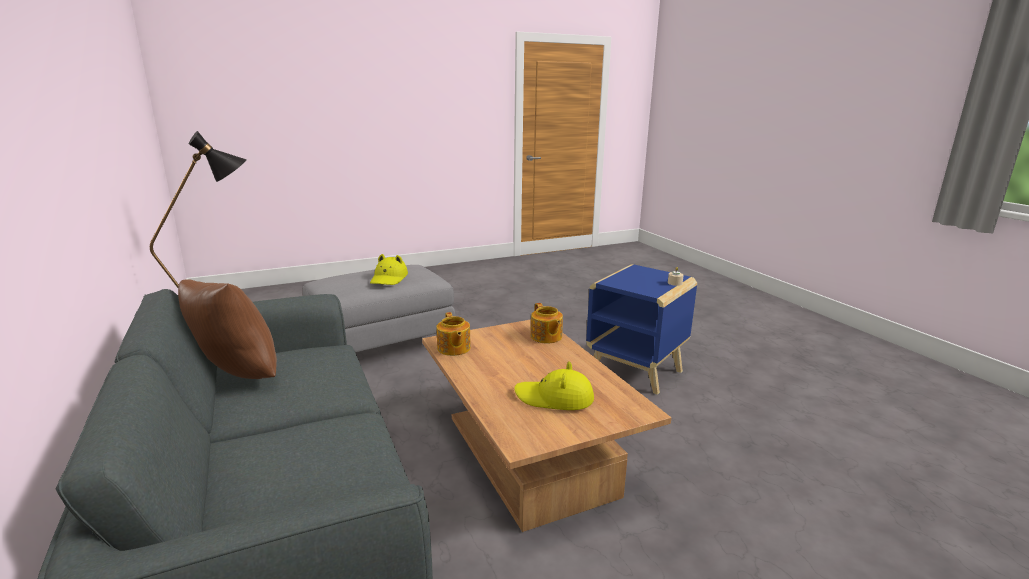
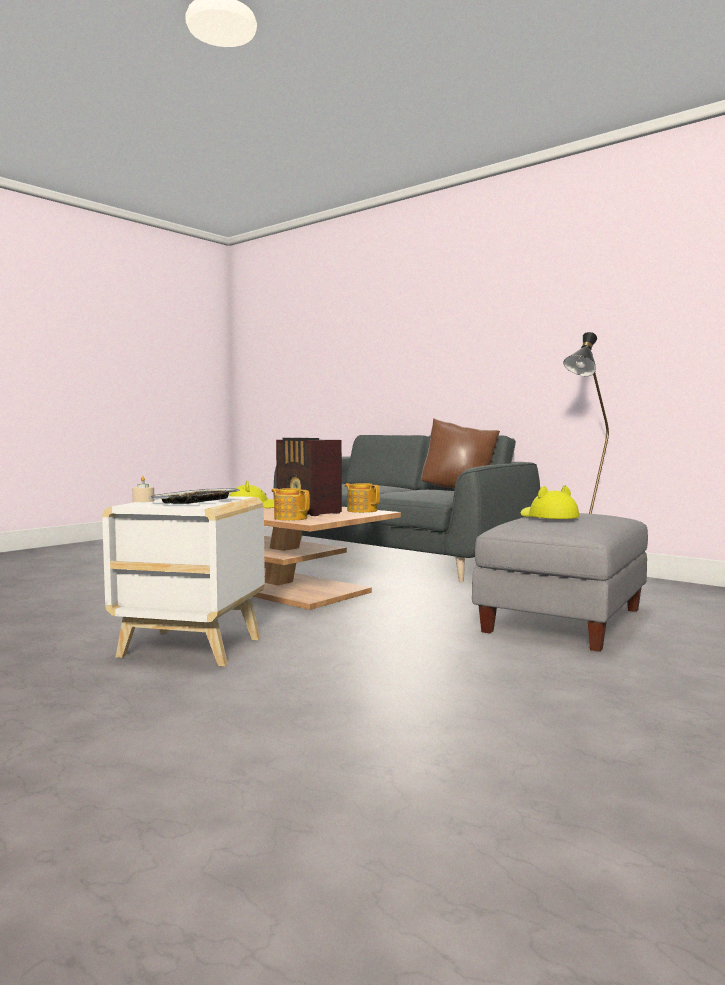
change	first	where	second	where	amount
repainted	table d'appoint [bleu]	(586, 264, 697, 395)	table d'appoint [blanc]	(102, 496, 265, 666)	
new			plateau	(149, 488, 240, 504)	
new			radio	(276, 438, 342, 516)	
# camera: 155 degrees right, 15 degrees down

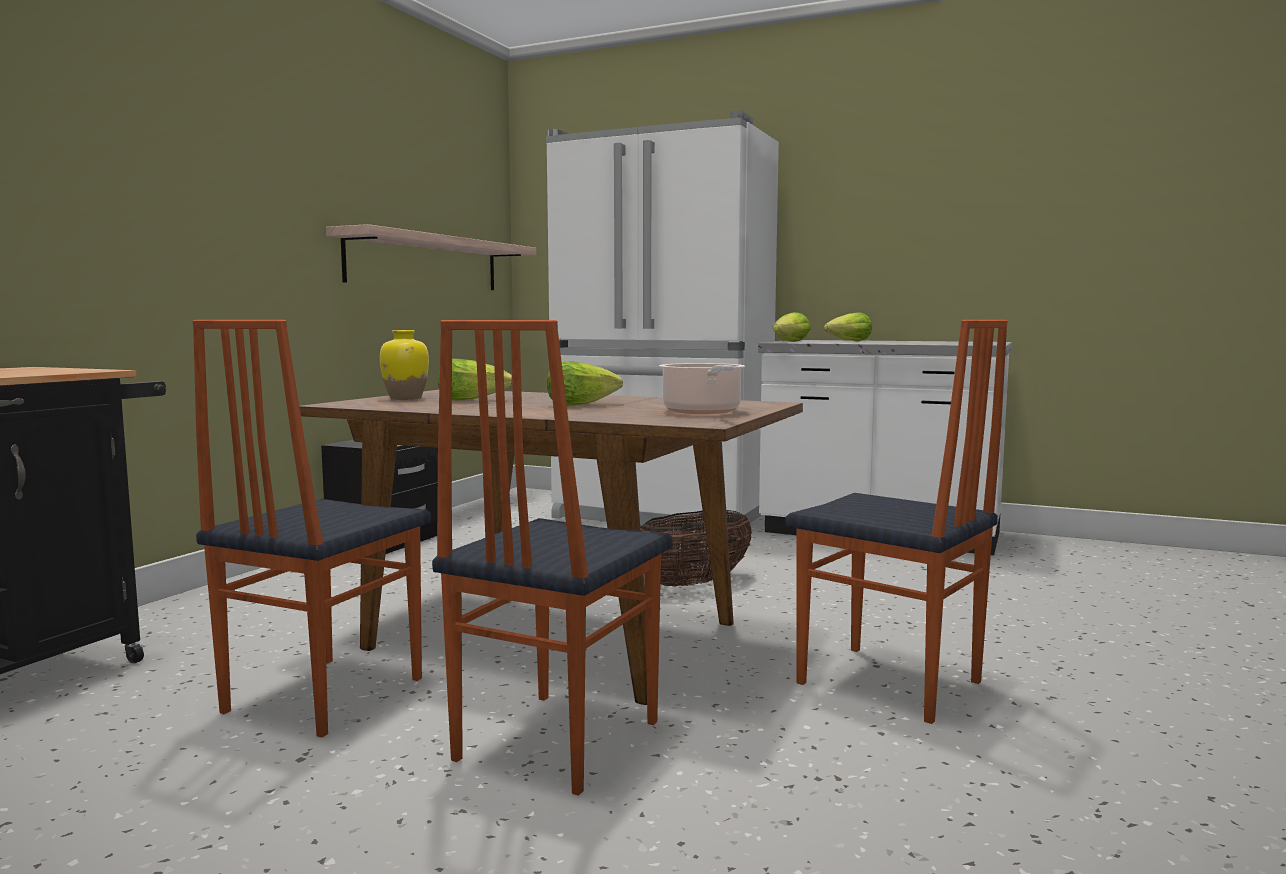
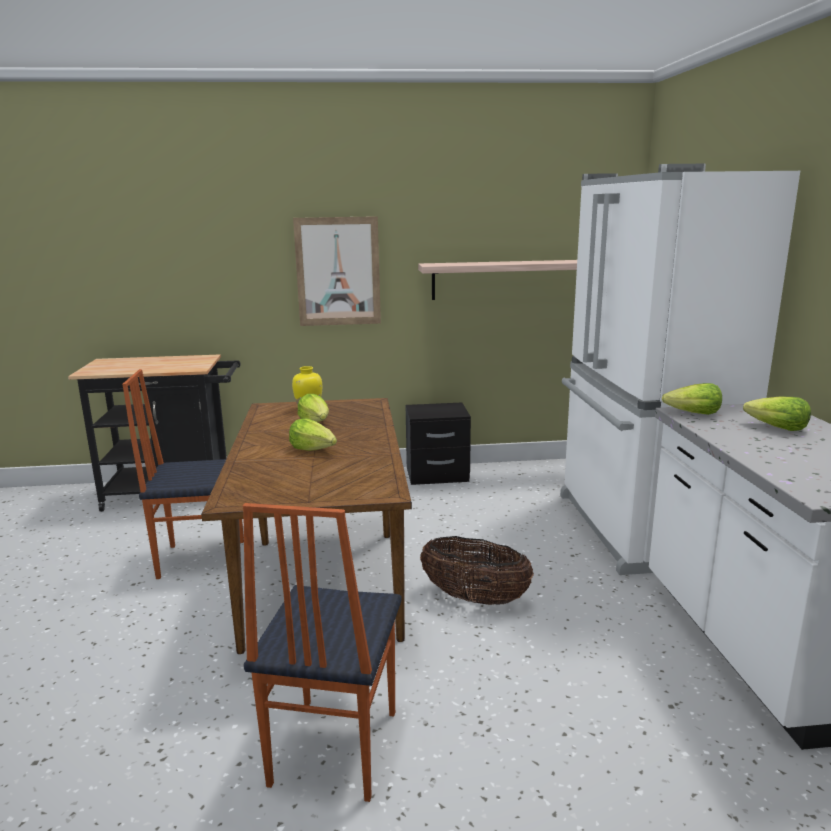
change	first	where	second	where	amount
gone	chaise	(432, 320, 673, 796)			
gone	marmite	(659, 363, 745, 414)			
new			tableau	(293, 216, 381, 326)	
# camera: 60 degrees right, 10 degrees up

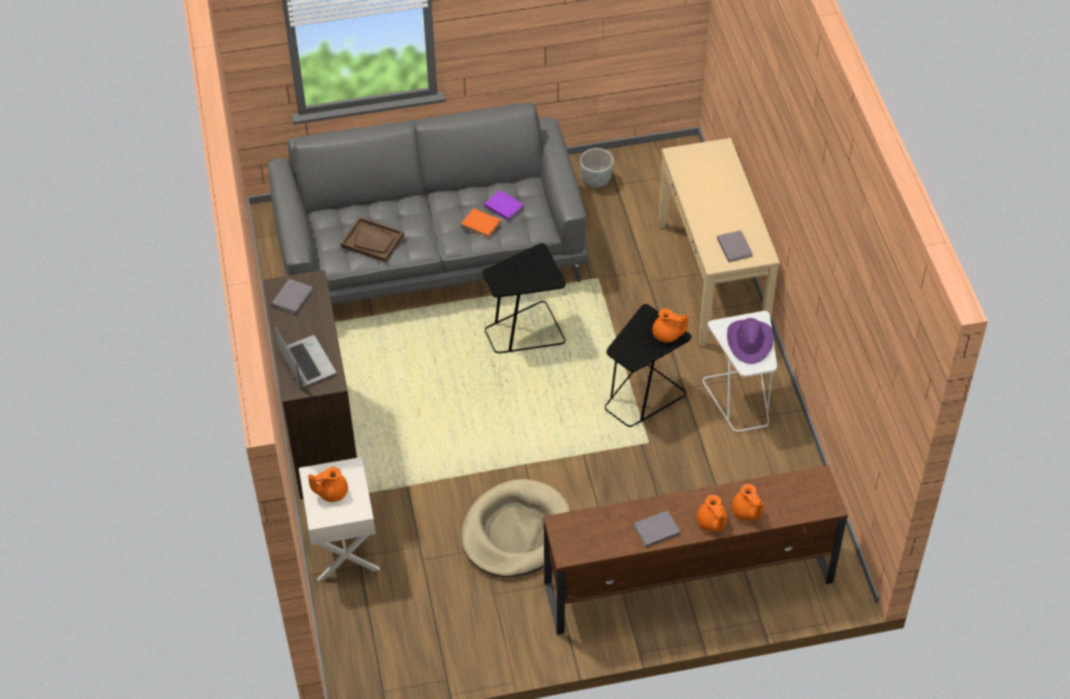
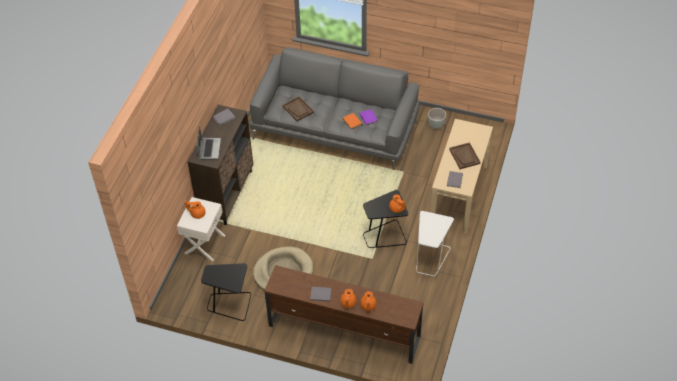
change	first	where	second	where	amount
shifted	table d'appoint [noir]	(482, 243, 566, 353)		(201, 263, 251, 321)	
gone	chapeau [violet]	(727, 318, 774, 364)			
new			plateau [marron]	(449, 142, 481, 169)	
# camera: 30 degrees right, 0 degrees up

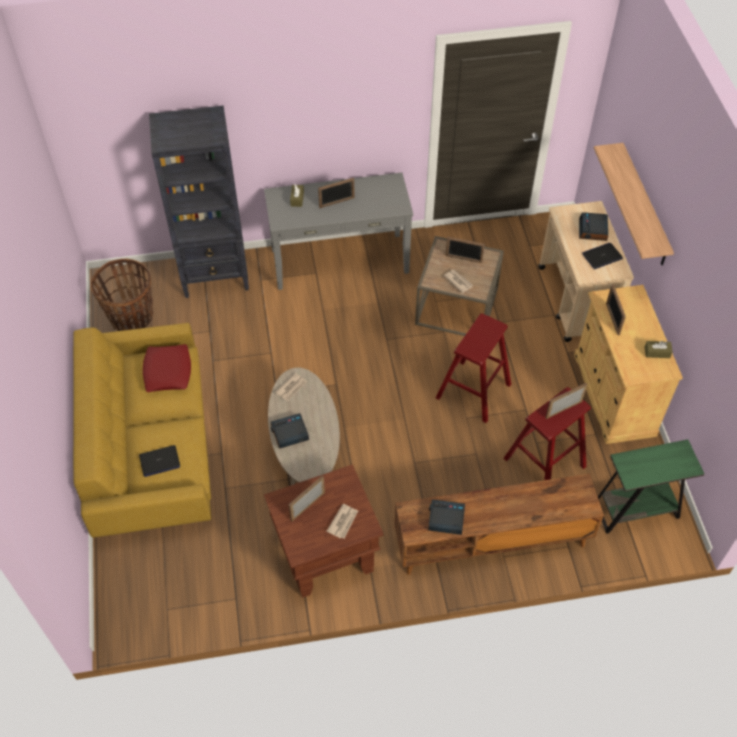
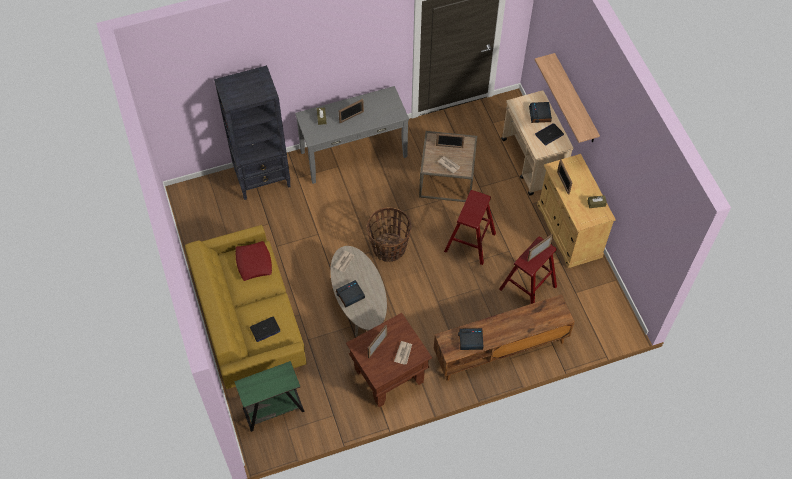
change	first	where	second	where	amount
shifted	panier	(90, 259, 153, 331)		(367, 207, 412, 262)	
shifted	table d'appoint [vert]	(598, 439, 704, 534)		(234, 361, 305, 432)	
# camera: 10 degrees left, 5 degrees up

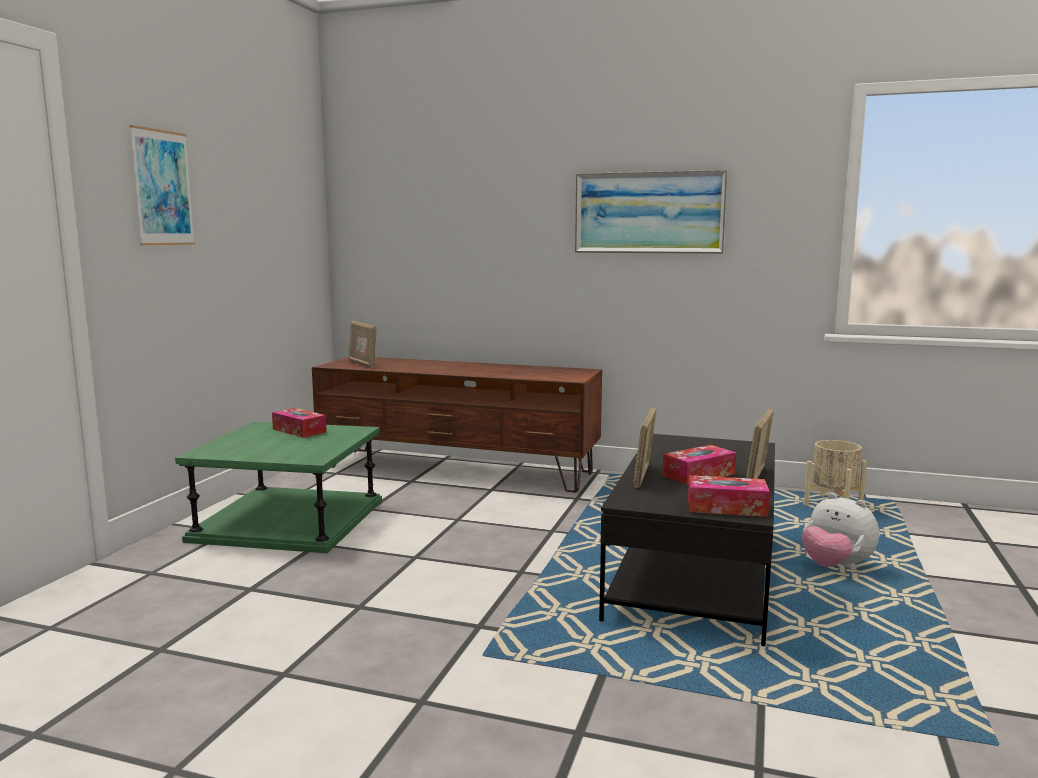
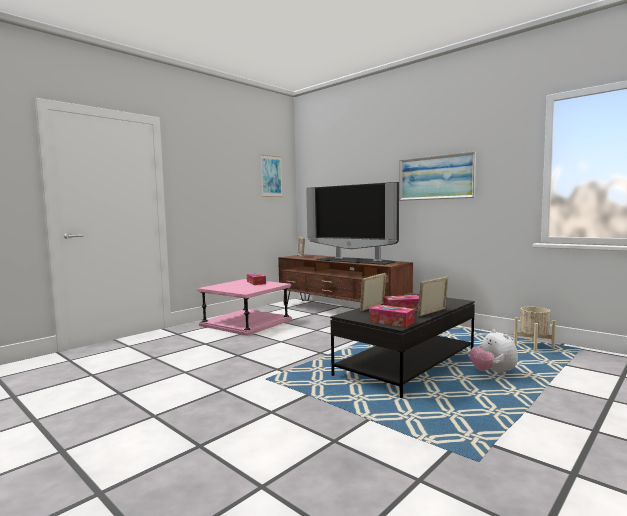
change	first	where	second	where	amount
shifted	tableau	(129, 125, 195, 245)		(261, 155, 283, 197)	
repainted	table d'appoint [vert]	(175, 422, 382, 553)	table d'appoint [rose]	(197, 279, 292, 336)	
new			téléviseur	(306, 182, 399, 265)	
# camera: 25 degrees right, 5 degrees down

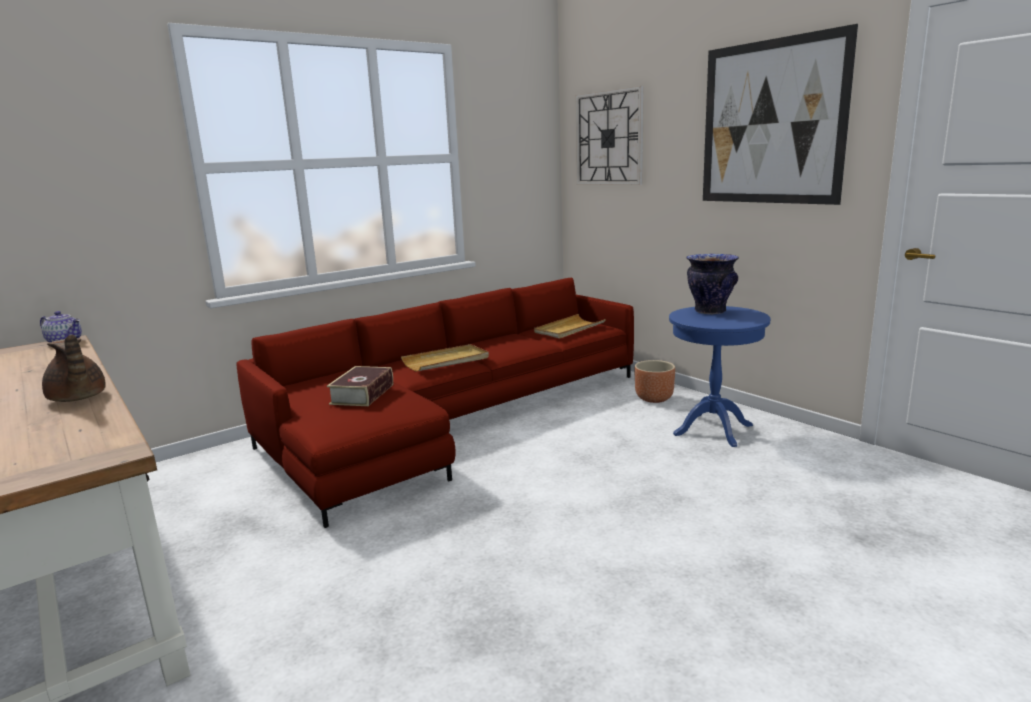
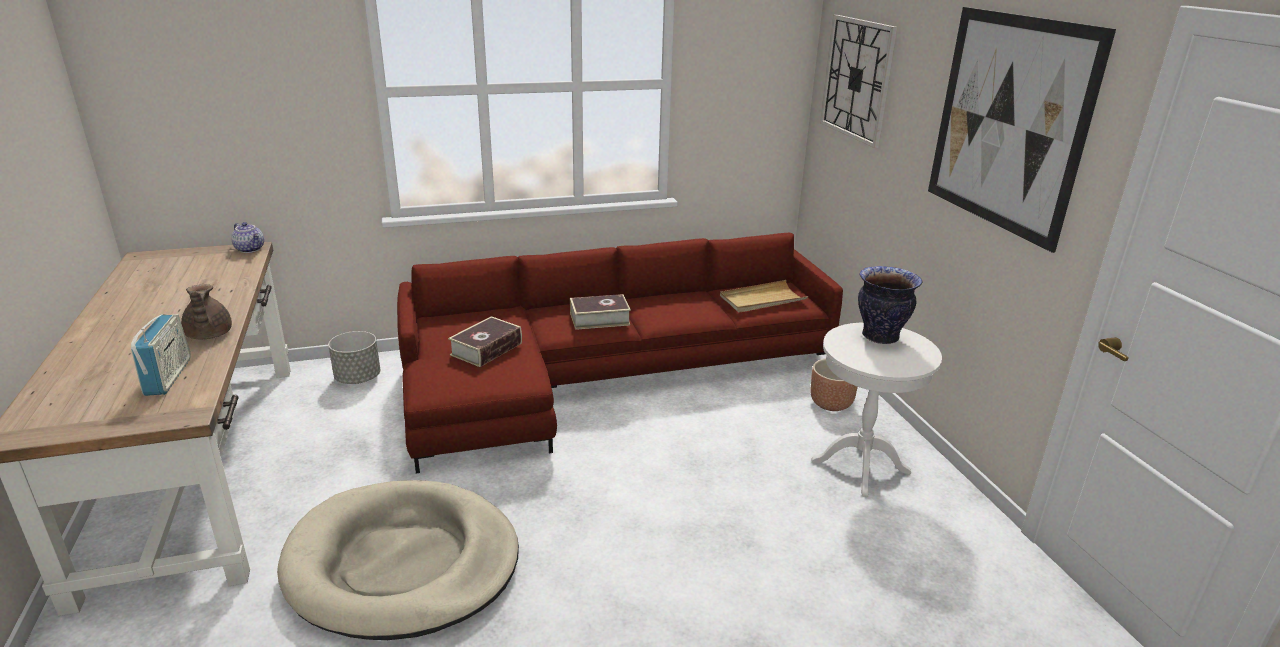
change	first	where	second	where	amount
swapped	plateau [beige]	(401, 344, 489, 372)	livre	(570, 294, 631, 330)	
repainted	table d'appoint [bleu]	(669, 306, 770, 447)	table d'appoint [blanc]	(812, 323, 942, 497)	
new			radio	(131, 314, 191, 396)	
new			panier pour chien [beige]	(277, 480, 519, 640)	
new			cache-pot [gris]	(328, 331, 380, 384)	
# camera: 20 degrees right, 10 degrees up

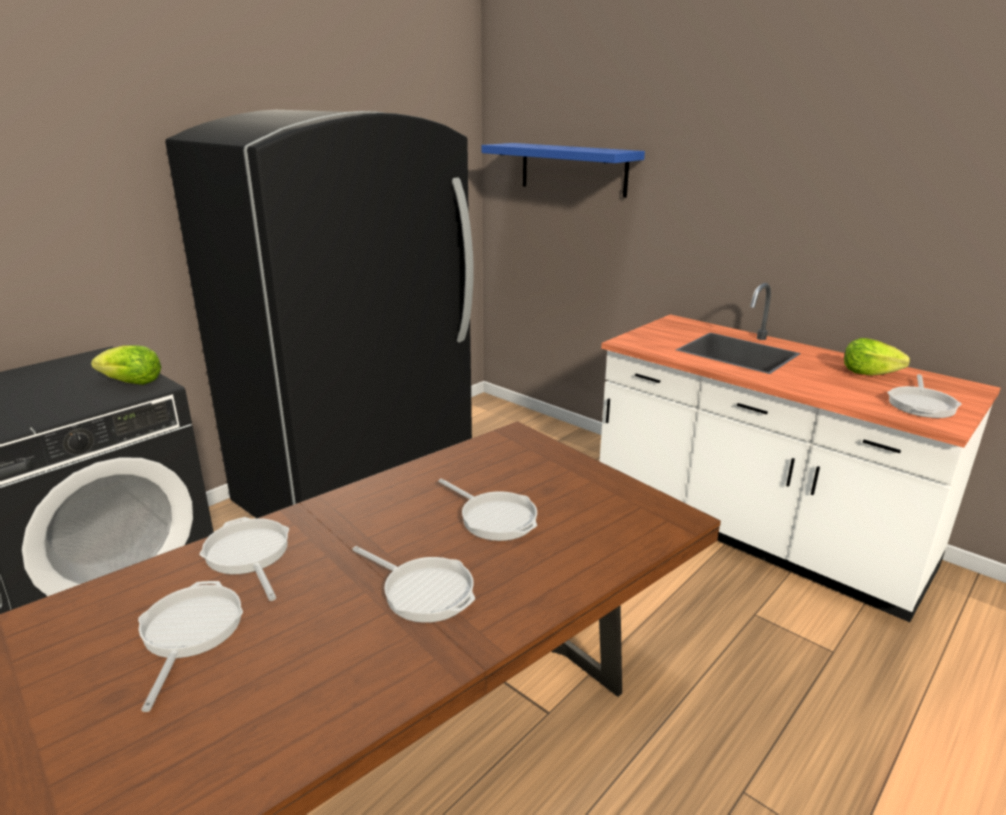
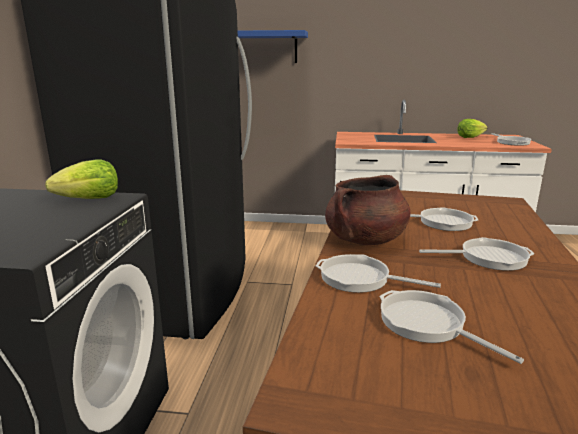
change	first	where	second	where	amount
new			marmite [marron]	(325, 175, 410, 245)	
# camera: 35 degrees left, 5 degrees down

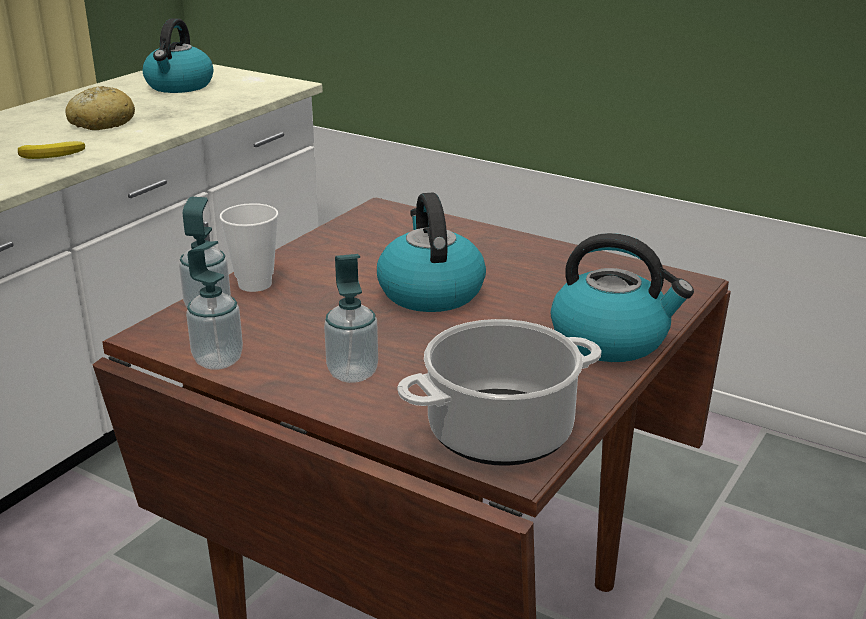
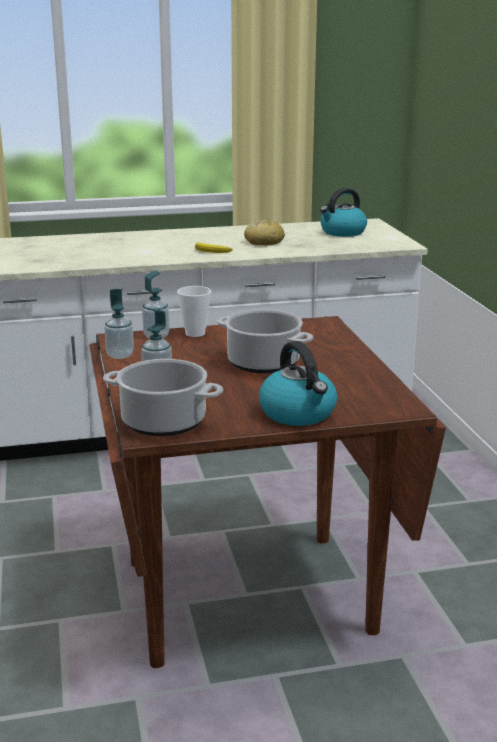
change	first	where	second	where	amount
swapped	bouilloire	(377, 192, 486, 312)	marmite	(217, 309, 313, 373)	
# camera: 45 degrees right, 5 degrees down

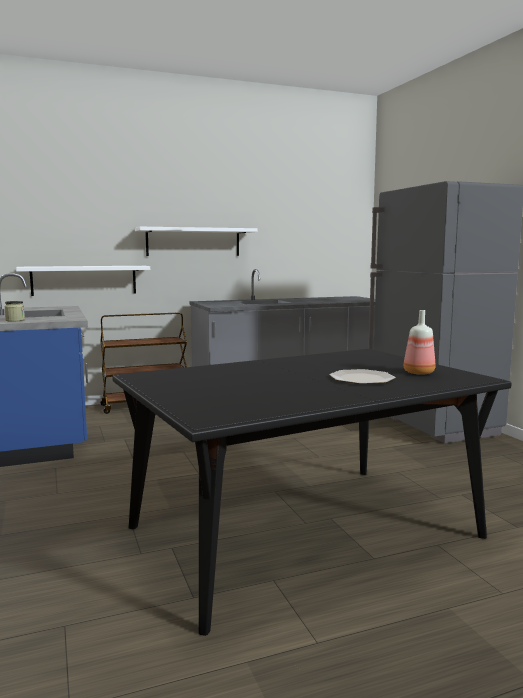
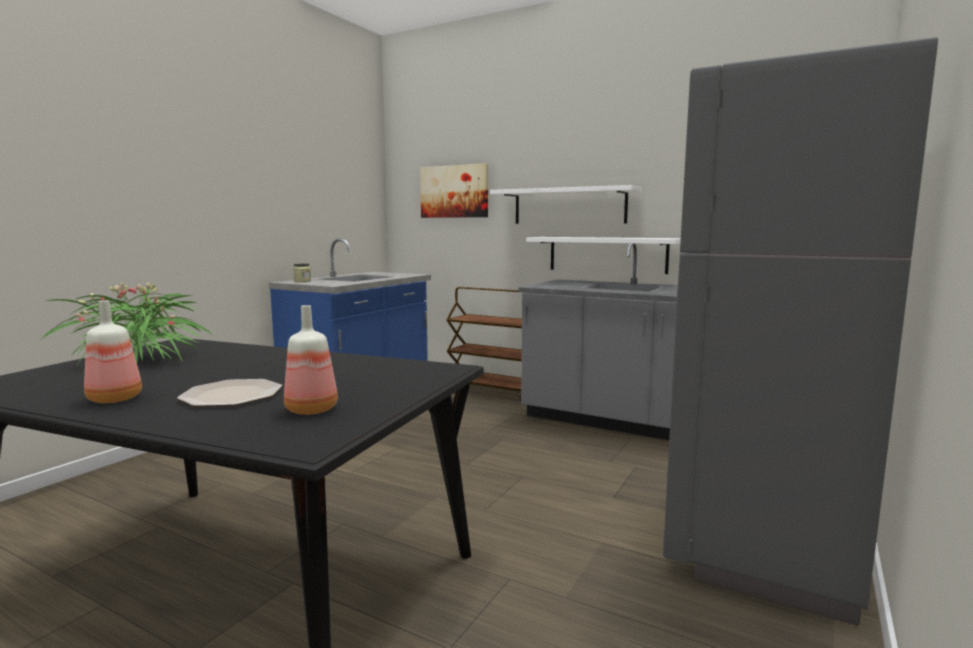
change	first	where	second	where	amount
shifted	étagère [blanc]	(16, 266, 150, 296)		(526, 237, 681, 274)	
new			plante en pot	(40, 282, 213, 369)	
new			bouteille	(84, 300, 142, 403)	
new			tableau	(420, 163, 488, 218)	
# camera: 50 degrees right, 0 degrees up

